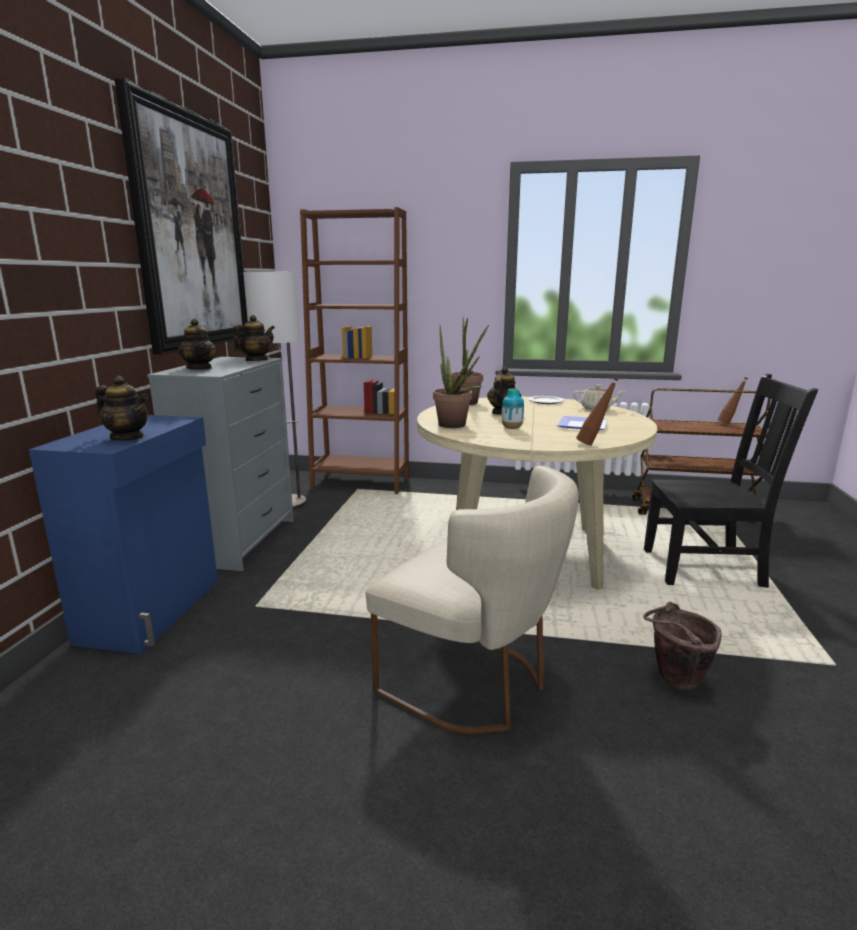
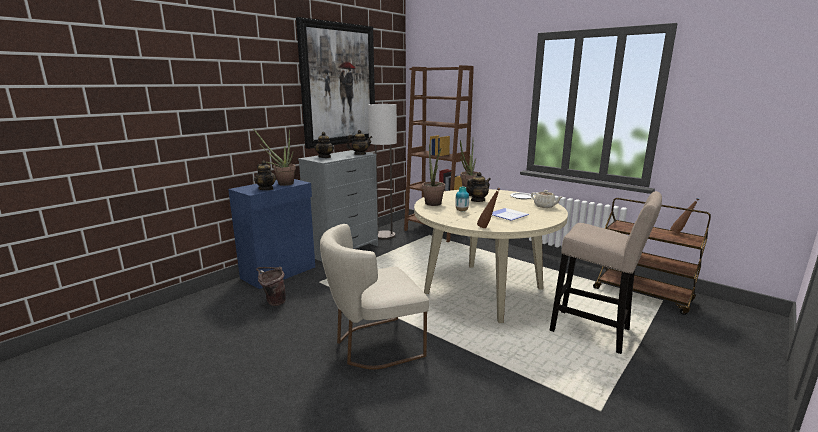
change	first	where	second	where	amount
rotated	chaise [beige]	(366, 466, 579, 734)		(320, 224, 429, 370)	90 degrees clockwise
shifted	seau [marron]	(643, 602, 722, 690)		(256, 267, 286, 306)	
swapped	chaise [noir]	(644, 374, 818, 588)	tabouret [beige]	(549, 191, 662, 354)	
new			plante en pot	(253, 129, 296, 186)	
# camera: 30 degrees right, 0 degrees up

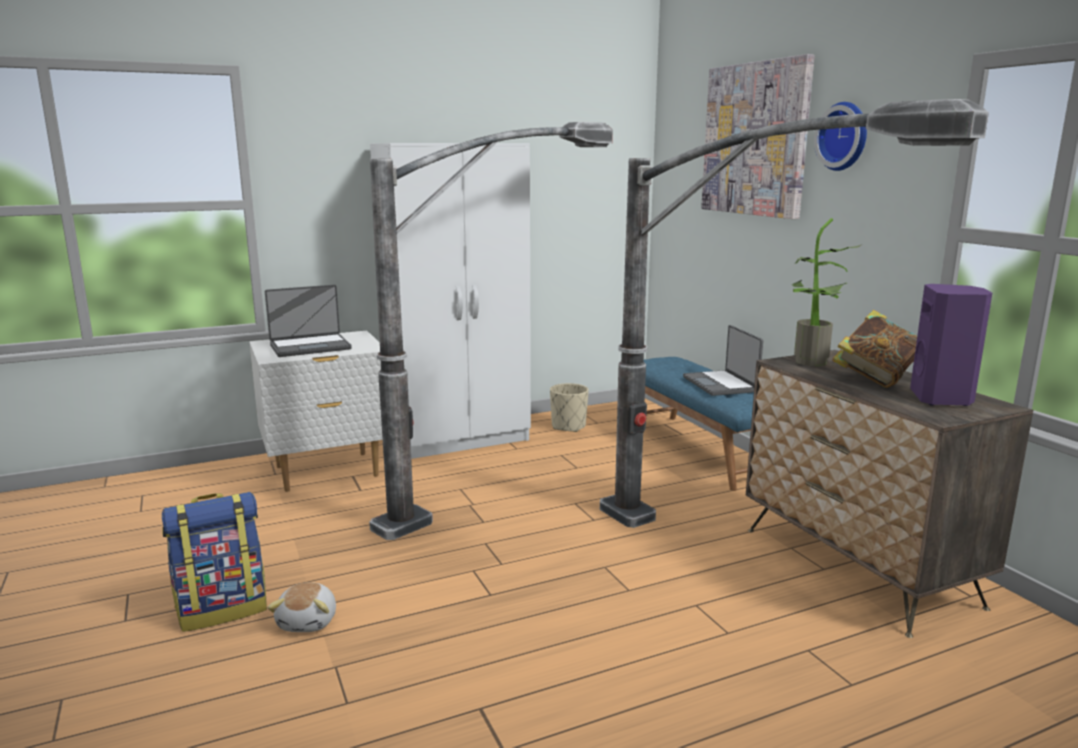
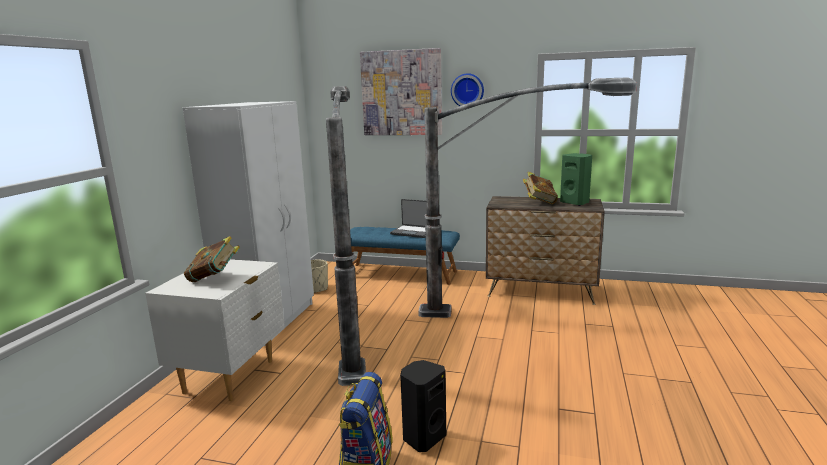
change	first	where	second	where	amount
swapped	ordinateur portable	(265, 285, 352, 357)	livre	(184, 236, 240, 282)	
swapped	peluche	(267, 582, 336, 632)	enceinte [noir]	(400, 360, 446, 452)	
gone	plante en pot	(792, 218, 862, 366)			
repainted	enceinte [violet]	(910, 284, 992, 406)	enceinte [vert]	(560, 153, 592, 206)	
# camera: 50 degrees left, 0 degrees up

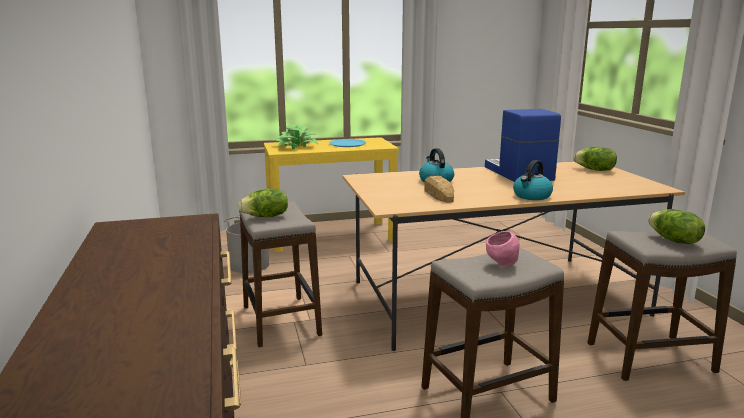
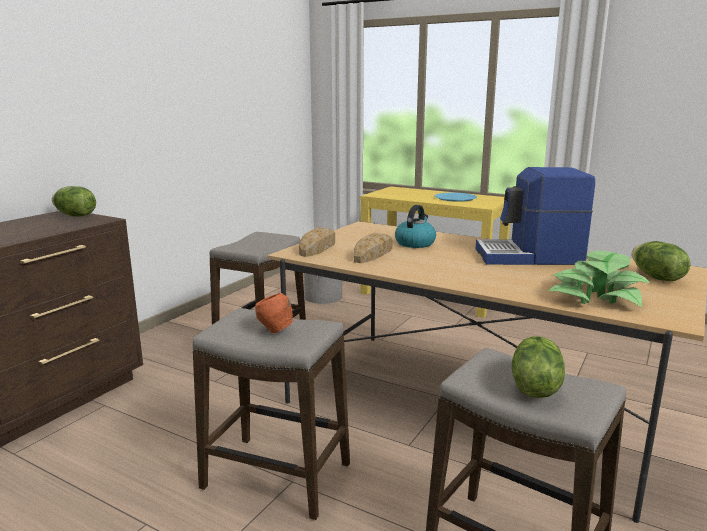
change	first	where	second	where	amount
shifted	laitue	(238, 189, 288, 217)		(52, 186, 96, 217)	
shifted	plante en pot	(272, 125, 319, 149)		(548, 251, 650, 307)	
rotated	machine à café	(485, 109, 561, 182)		(476, 167, 595, 265)	120 degrees counterclockwise
repainted	bol [rose]	(486, 231, 520, 267)	bol [orange]	(255, 293, 293, 333)	
gone	bouilloire	(513, 160, 553, 200)			
new			pain	(299, 228, 335, 257)	
# camera: 45 degrees right, 0 degrees up

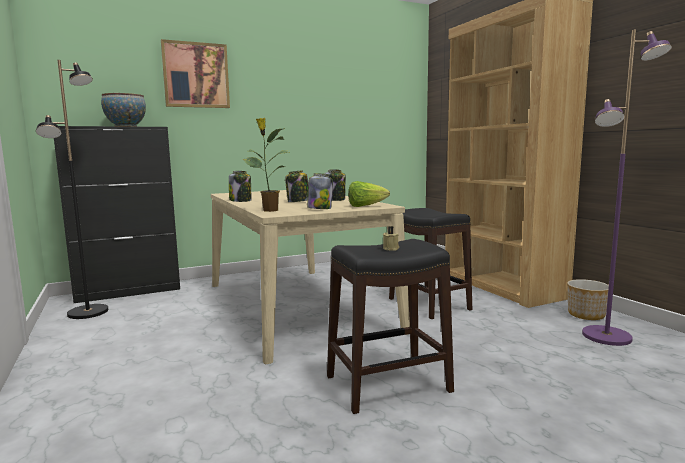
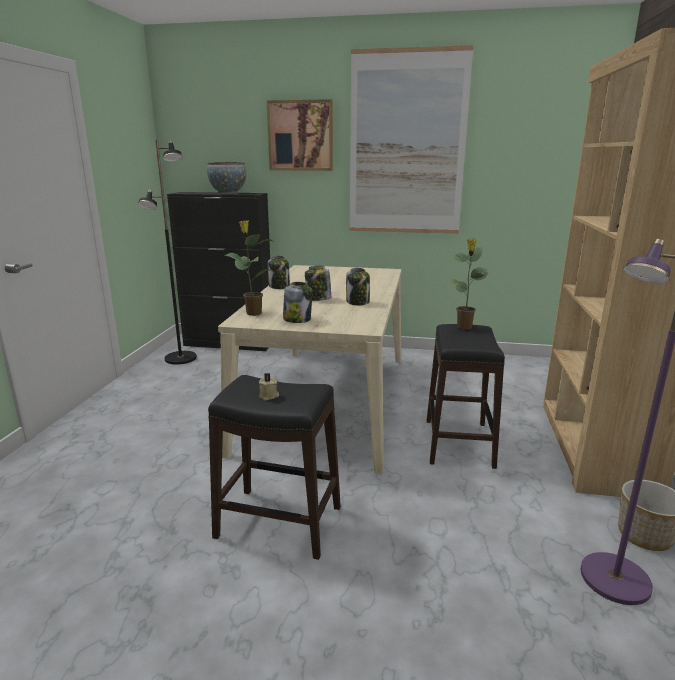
change	first	where	second	where	amount
gone	laitue	(348, 181, 390, 207)			
new			tableau	(350, 45, 474, 234)	
new			plante en pot	(450, 238, 489, 329)	
# camera: 35 degrees right, 10 degrees up

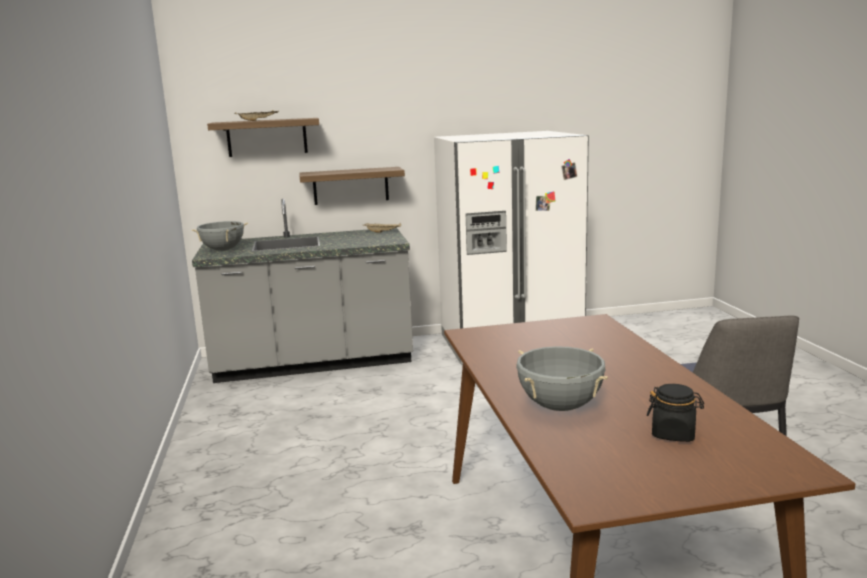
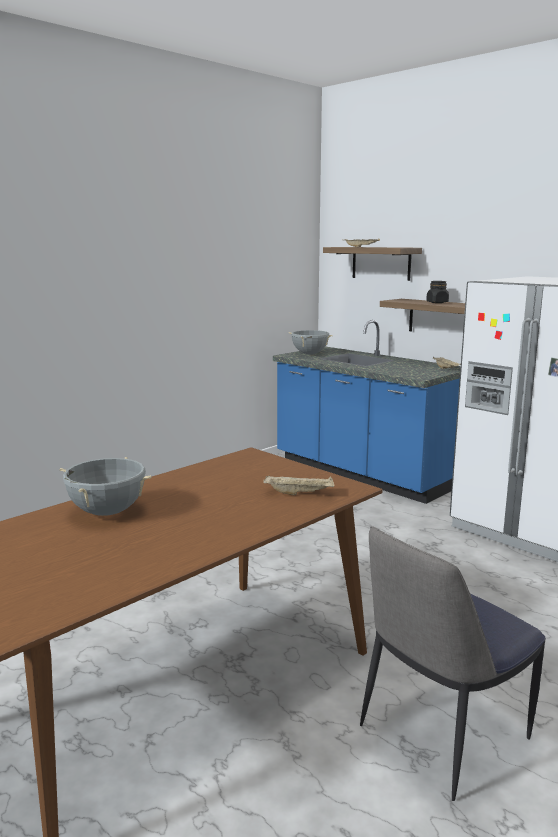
change	first	where	second	where	amount
repainted	comptoir de cuisine [gris]	(192, 199, 413, 383)	comptoir de cuisine [bleu]	(273, 320, 461, 504)	
shifted	bocal [noir]	(647, 384, 704, 442)		(426, 281, 449, 303)	
new			plateau [beige]	(263, 475, 334, 495)	
# camera: 55 degrees right, 0 degrees up

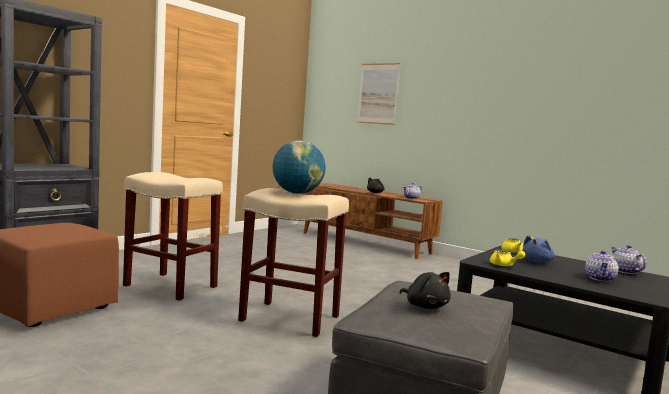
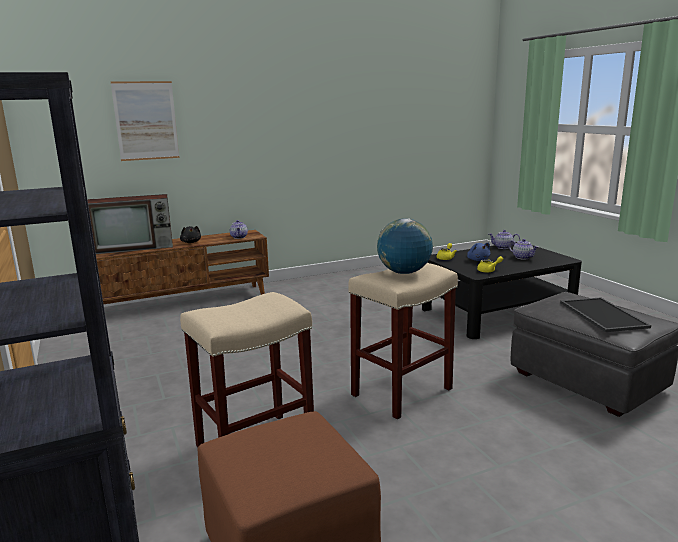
change	first	where	second	where	amount
swapped	peluche [noir]	(399, 272, 451, 309)	plateau	(560, 297, 651, 332)	
new			téléviseur	(88, 194, 173, 254)	
# camera: 60 degrees left, 10 degrees up

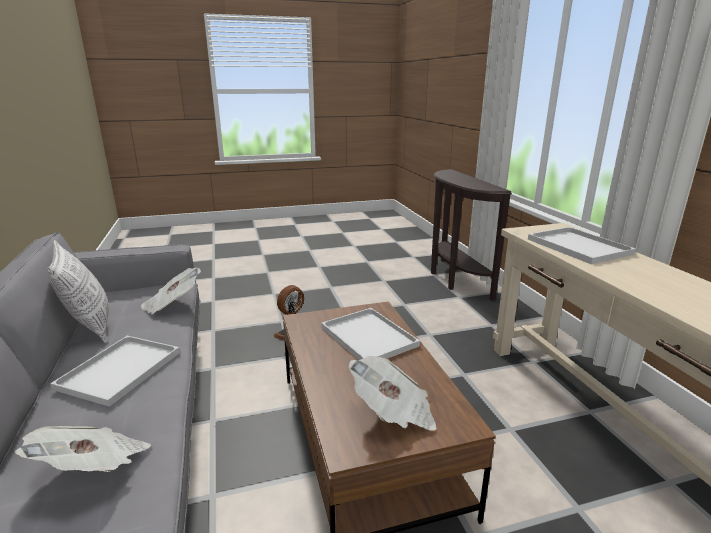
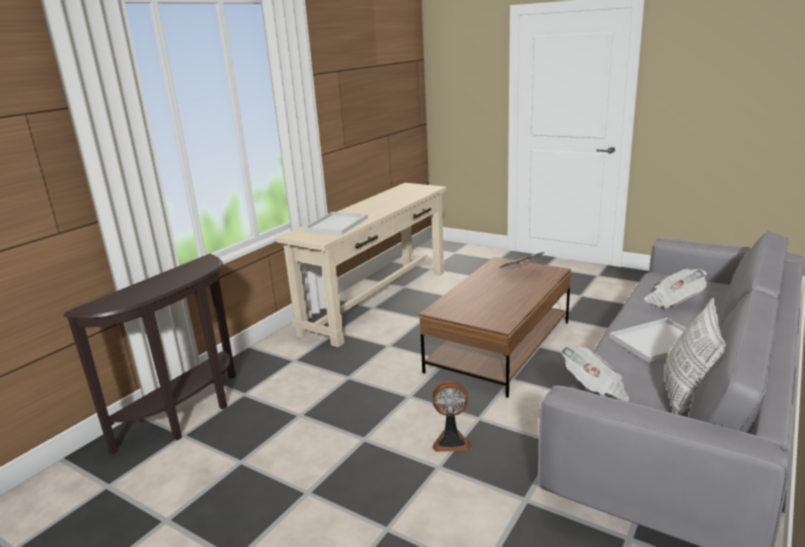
change	first	where	second	where	amount
gone	plateau [blanc]	(321, 308, 420, 360)			
# camera: 130 degrees left, 0 degrees up

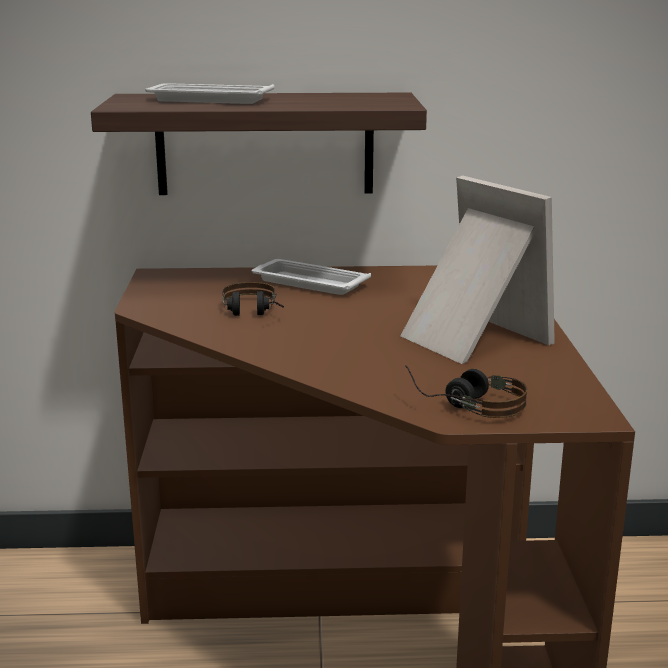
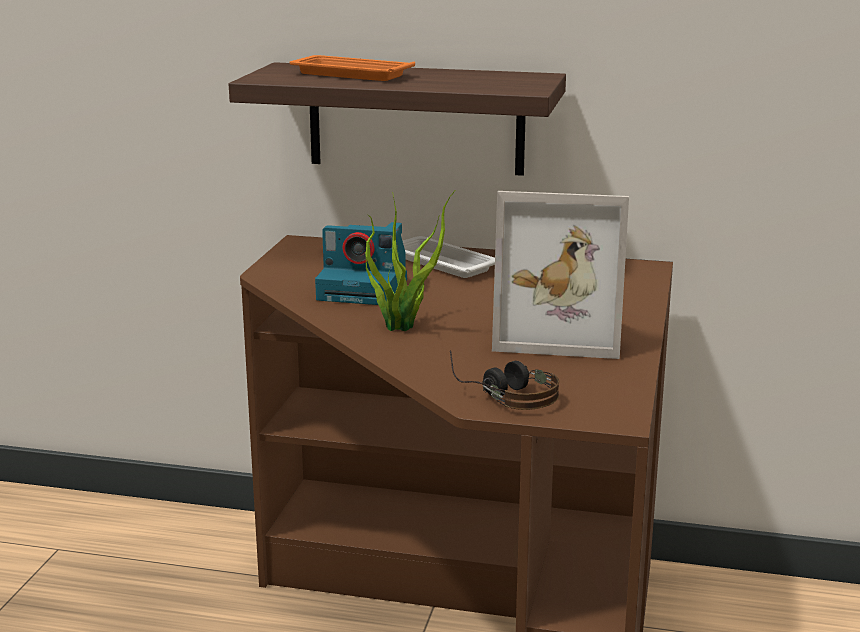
change	first	where	second	where	amount
repainted	plateau [blanc]	(145, 83, 274, 104)	plateau [orange]	(289, 55, 415, 81)	
swapped	casque audio	(222, 282, 284, 316)	appareil photo	(315, 222, 407, 305)	
rotated	cadre photo	(401, 175, 555, 364)		(492, 191, 629, 359)	120 degrees clockwise
new			plante en pot	(365, 190, 456, 331)	
# camera: 15 degrees right, 0 degrees up

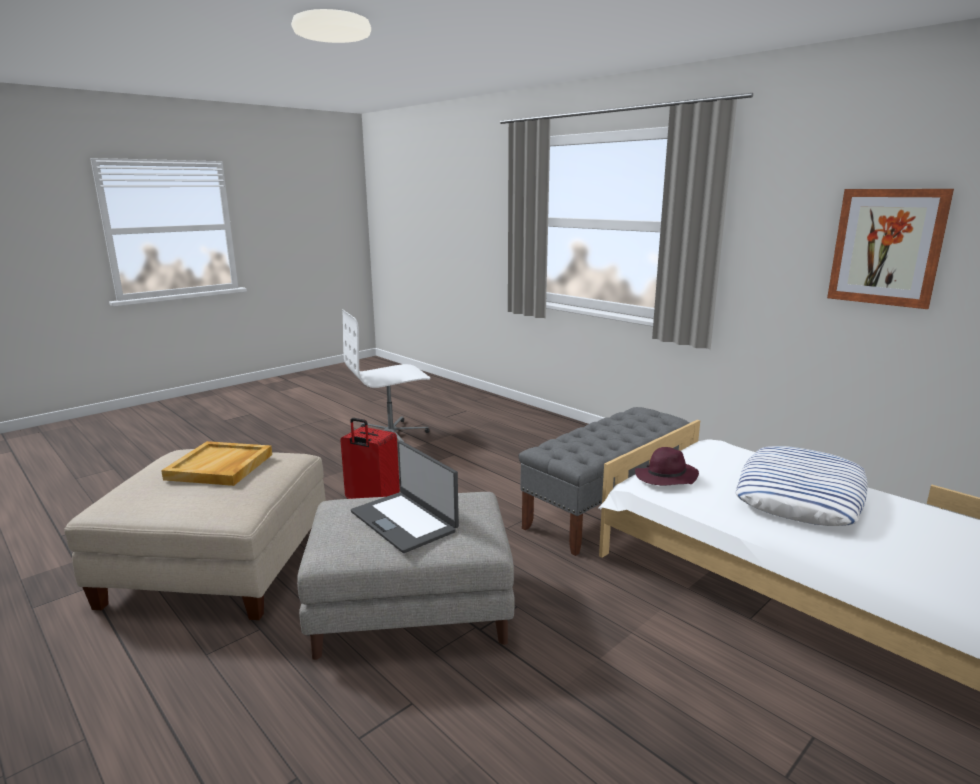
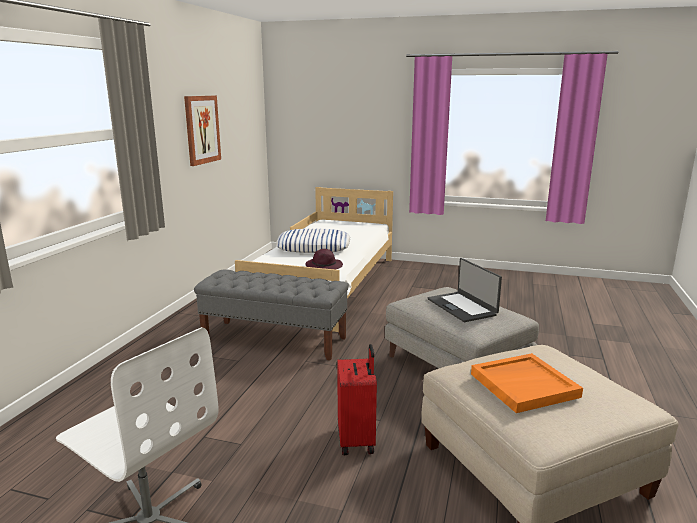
change	first	where	second	where	amount
repainted	plateau [beige]	(161, 441, 272, 486)	plateau [orange]	(471, 353, 583, 413)	
rotated	ordinateur portable	(351, 441, 459, 553)		(428, 258, 502, 322)	135 degrees clockwise
# camera: 120 degrees left, 0 degrees up

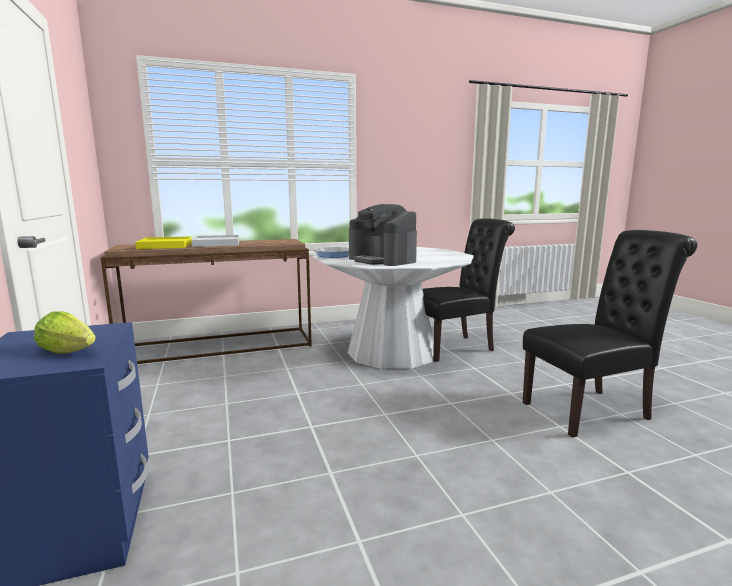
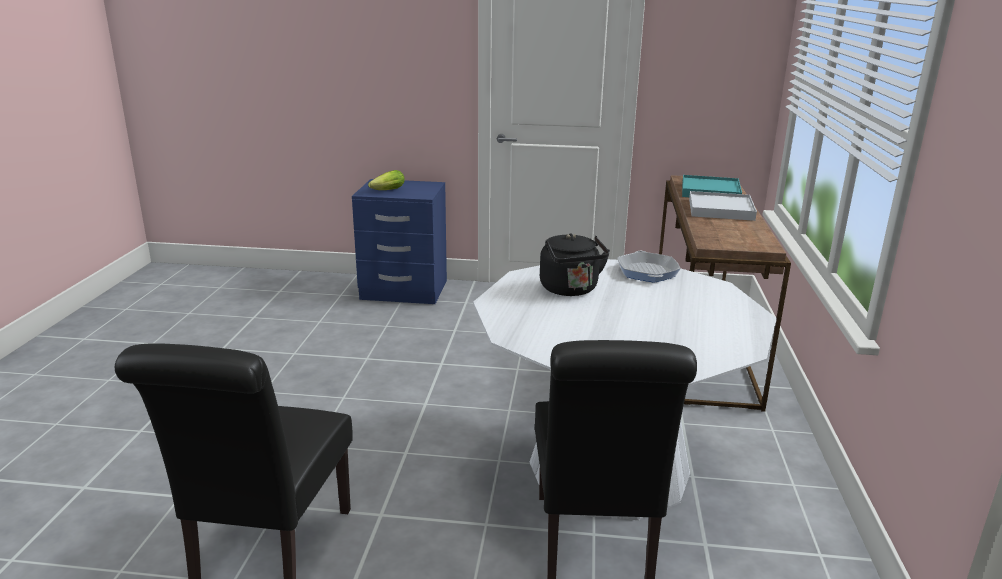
change	first	where	second	where	amount
repainted	plateau [jaune]	(135, 237, 192, 249)	plateau [turquoise]	(682, 175, 742, 197)	
swapped	machine à café	(349, 204, 417, 266)	bouilloire [noir]	(540, 234, 610, 296)	
# camera: 115 degrees right, 10 degrees up

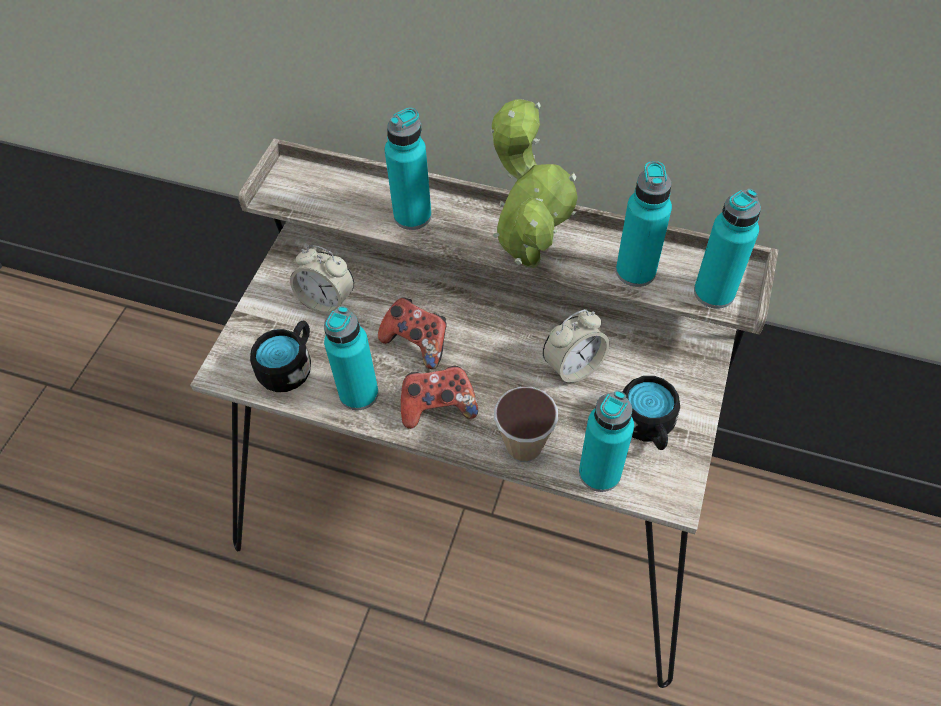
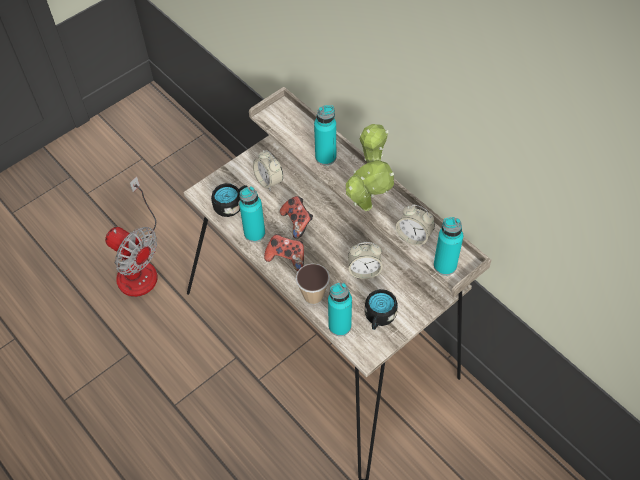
change	first	where	second	where	amount
swapped	bouteille [turquoise]	(616, 161, 672, 287)	réveil	(396, 204, 435, 246)	
new			ventilateur	(105, 176, 158, 297)	
# camera: 30 degrees right, 0 degrees up

